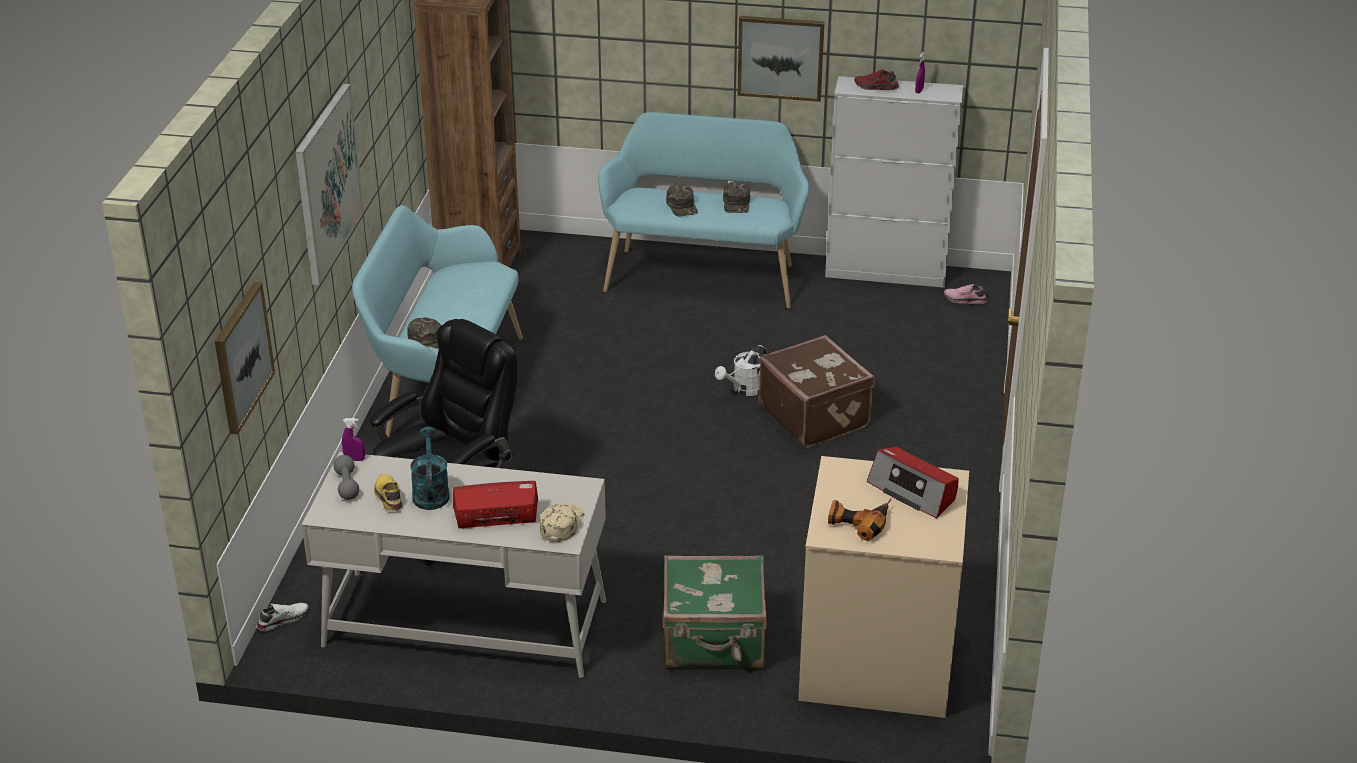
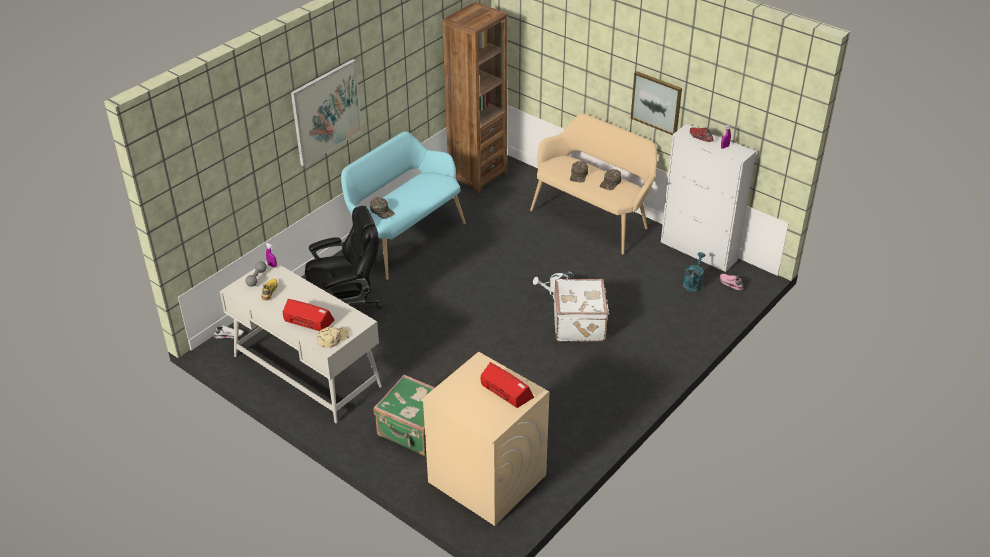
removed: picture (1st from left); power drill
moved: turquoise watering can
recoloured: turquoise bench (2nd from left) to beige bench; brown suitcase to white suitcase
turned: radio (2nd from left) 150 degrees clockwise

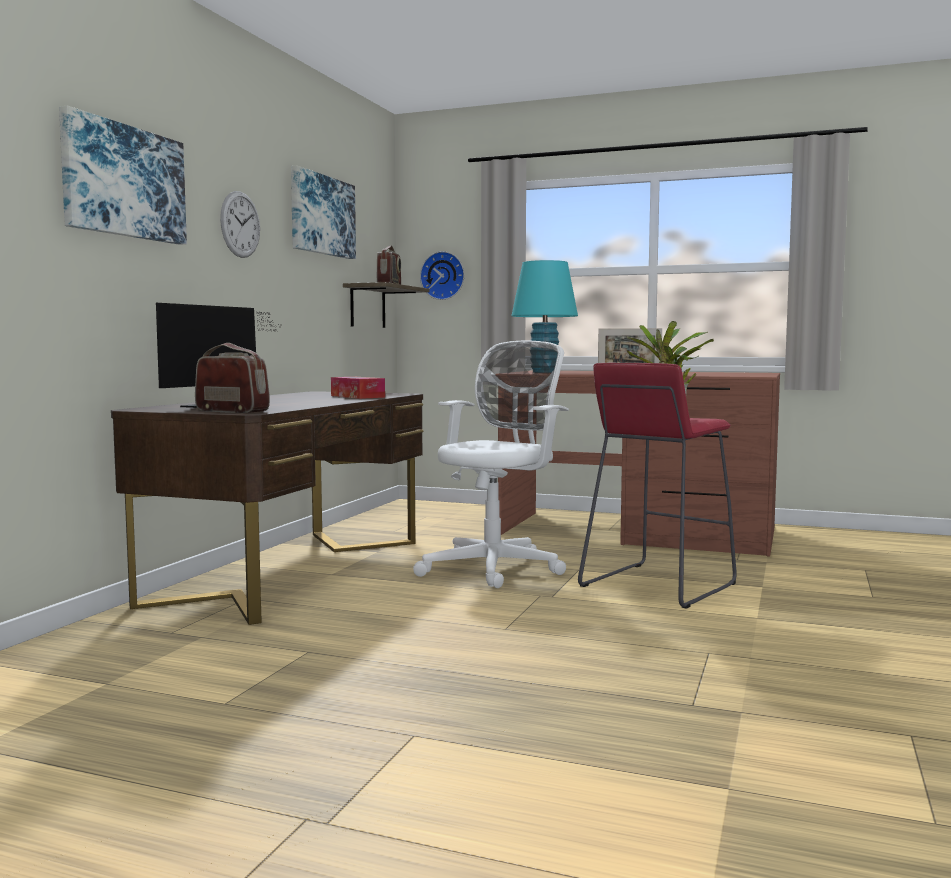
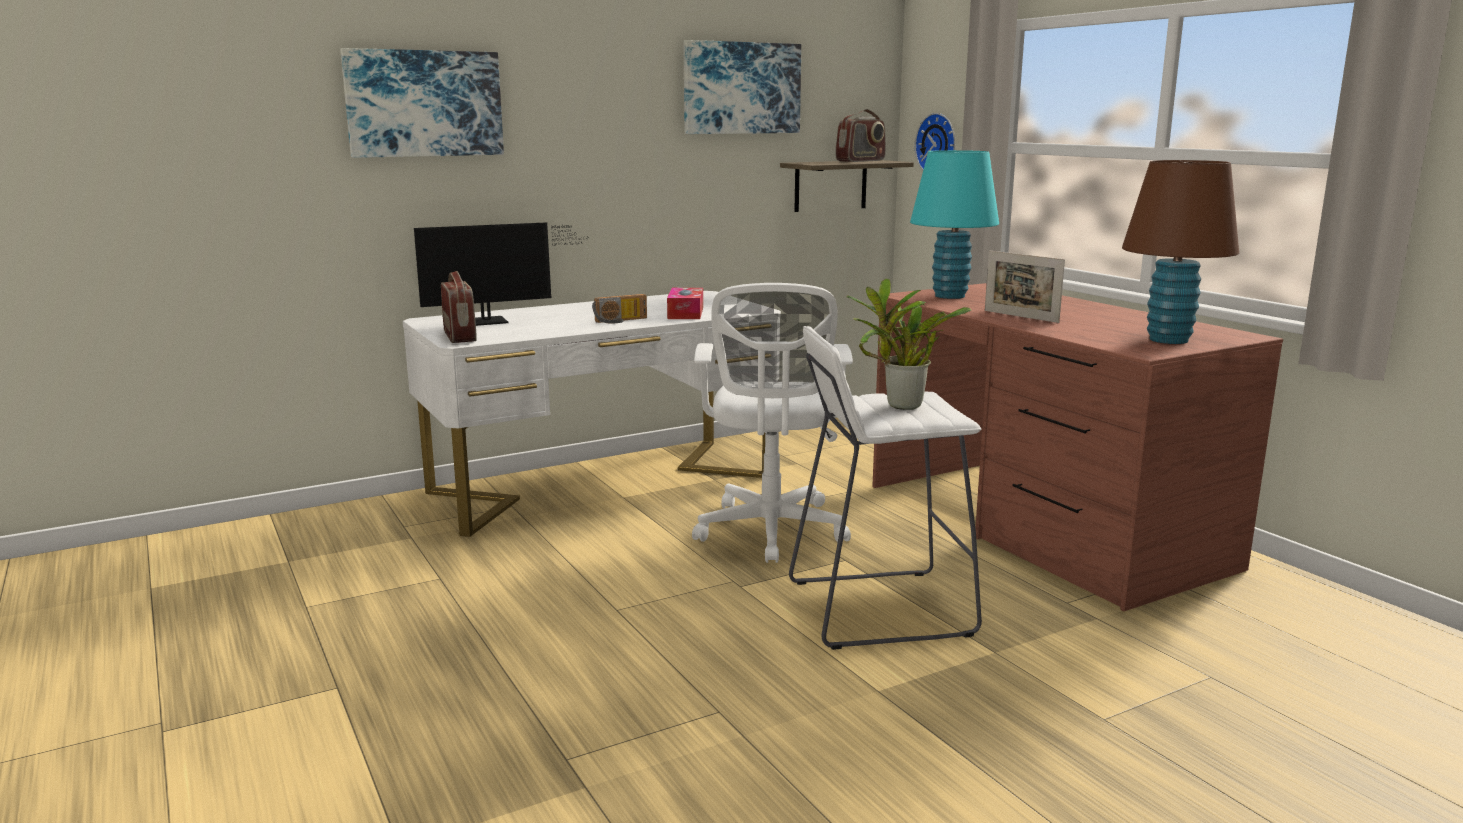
removed: wall clock (1st from left)
added: brown table lamp; radio (2nd from left)
recoloured: red stool to white stool; brown desk (1st from left) to white desk
turned: white office chair 105 degrees clockwise

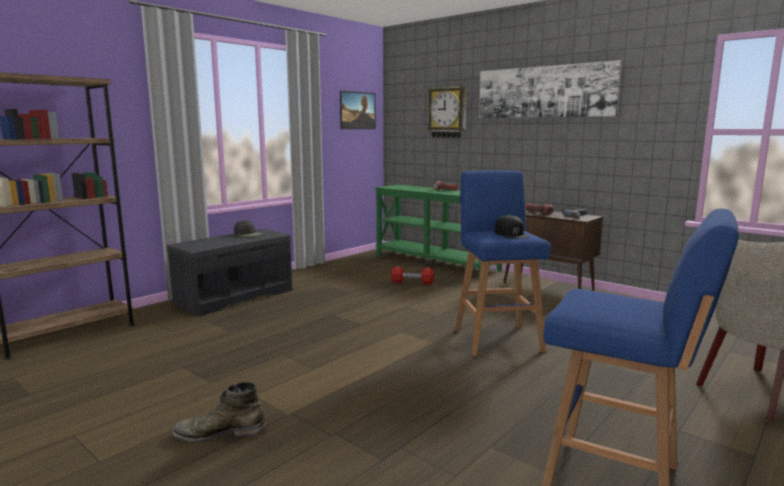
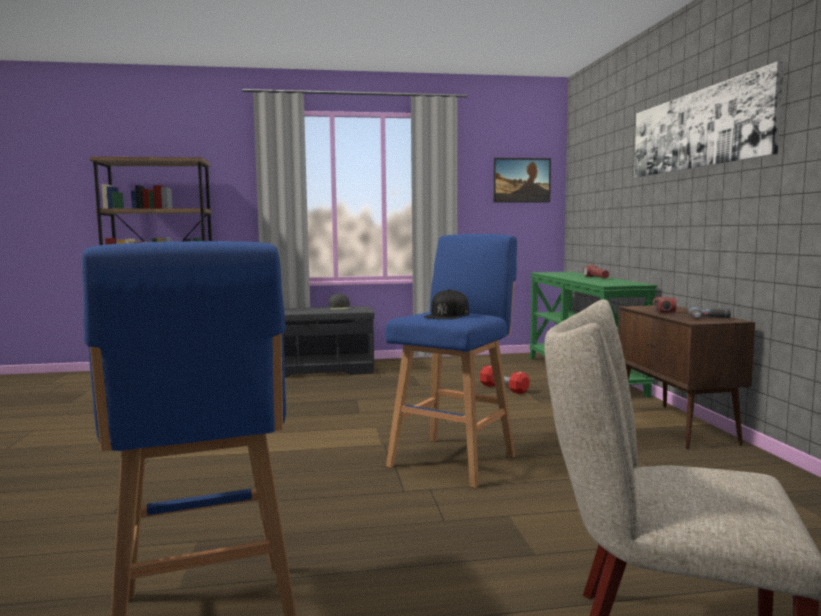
removed: wall clock; green boot

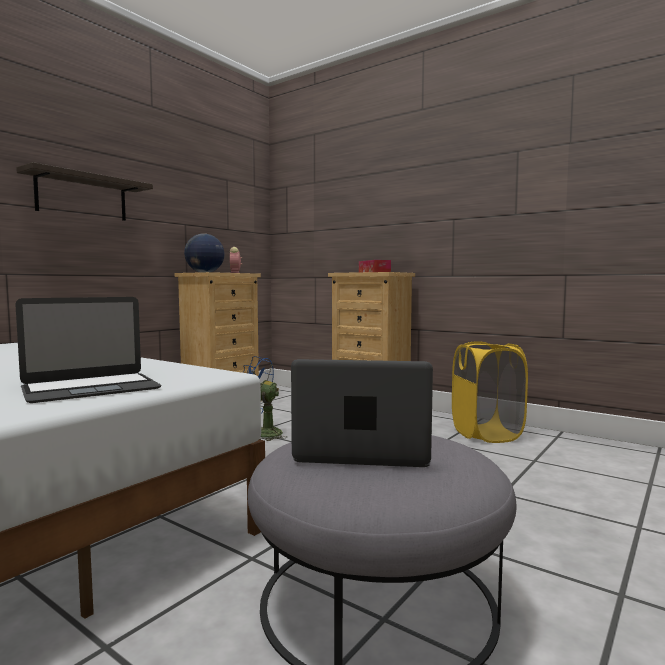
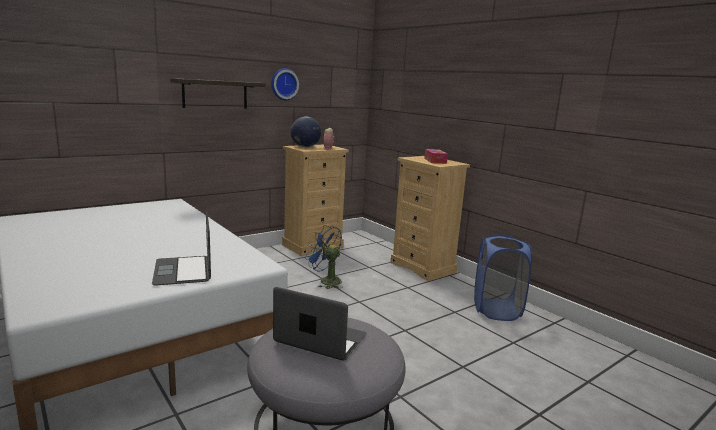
added: wall clock
recoloured: yellow laundry basket to blue laundry basket
turned: laptop (1st from left) 90 degrees clockwise

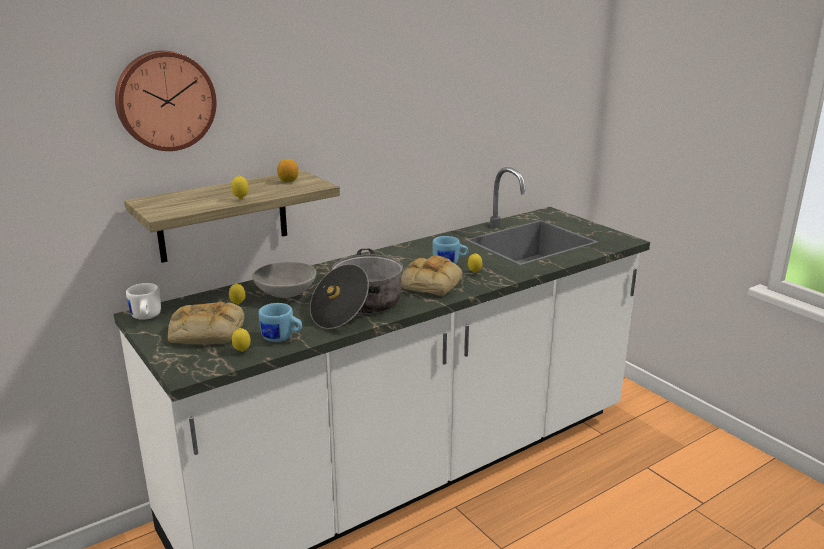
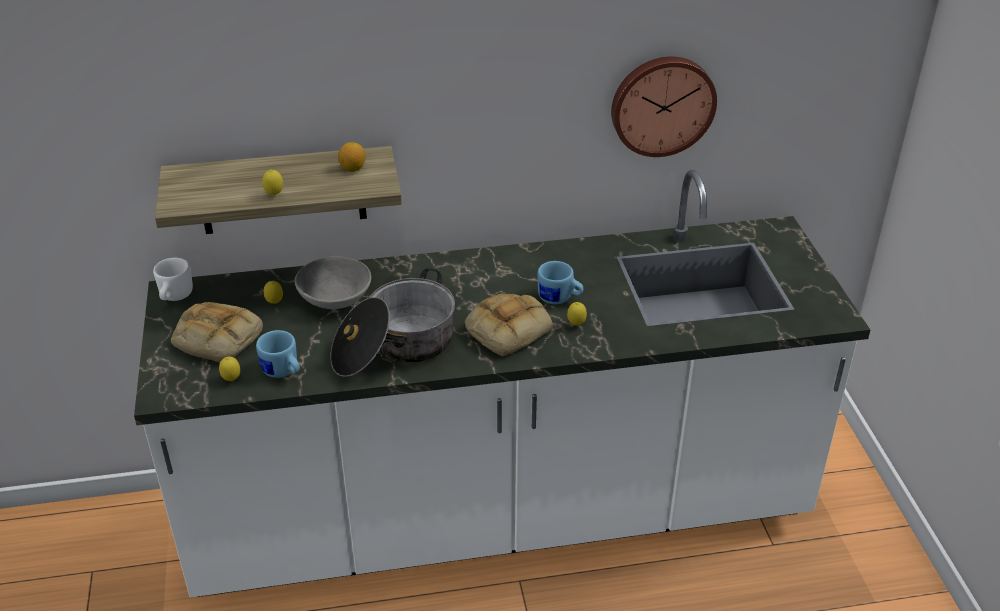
moved: wall clock

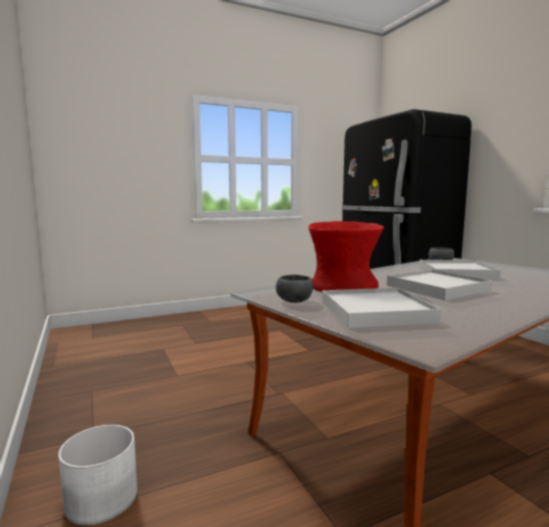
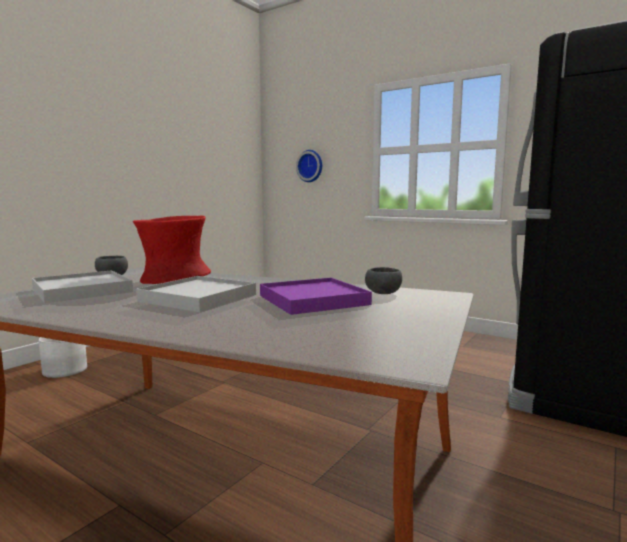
added: wall clock
recoloured: white tray (3rd from left) to purple tray

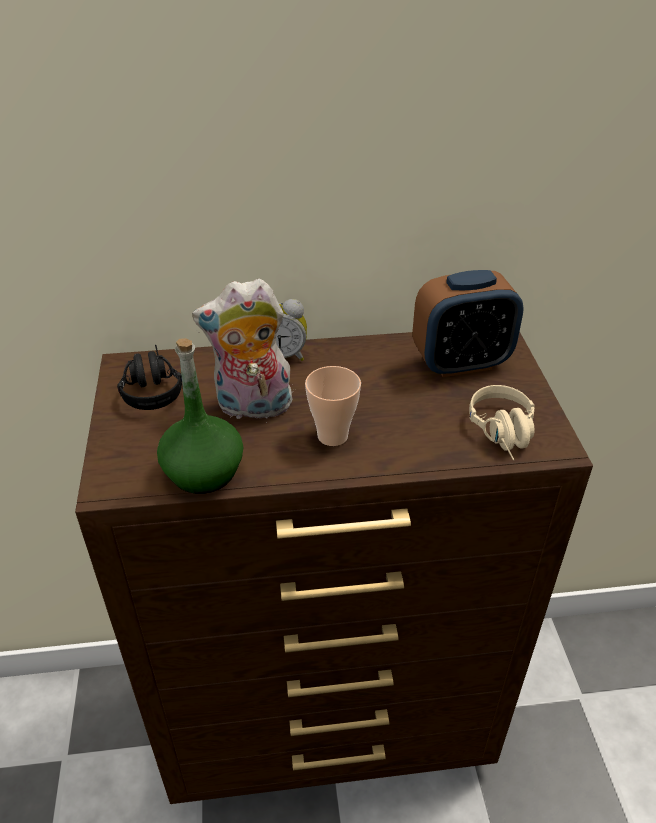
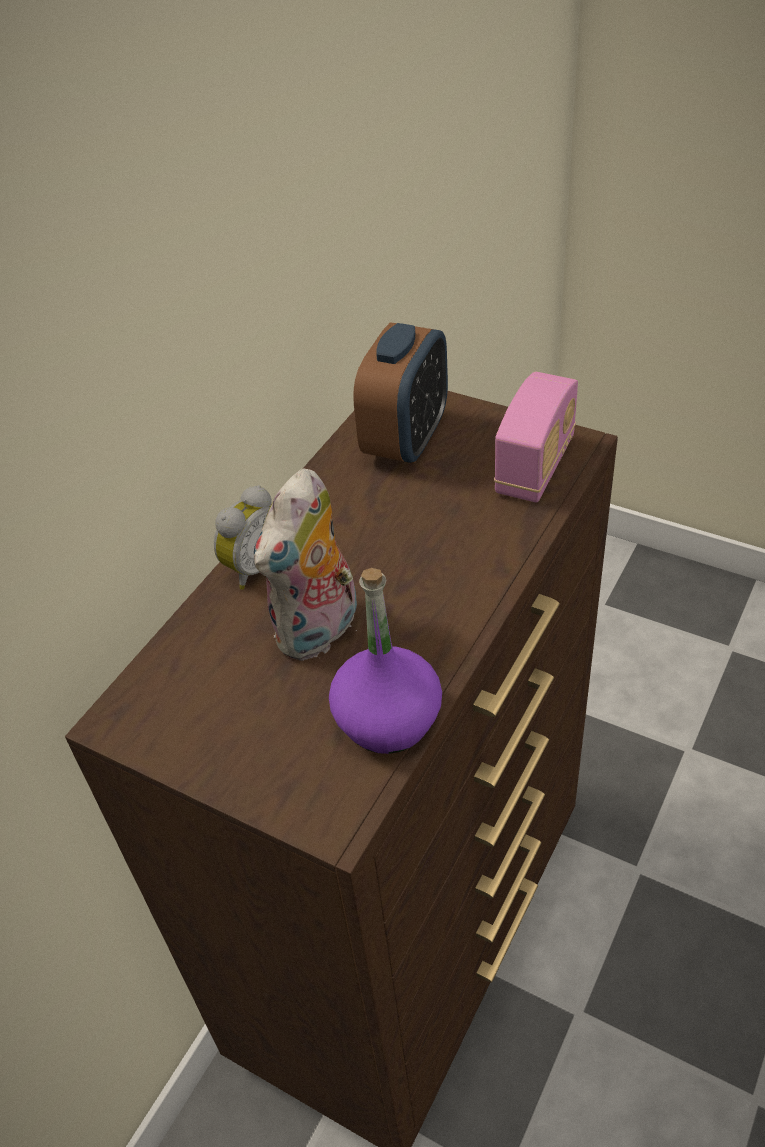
removed: black headphones; cup
replaced: beige headphones to radio
recoloured: green bottle to purple bottle

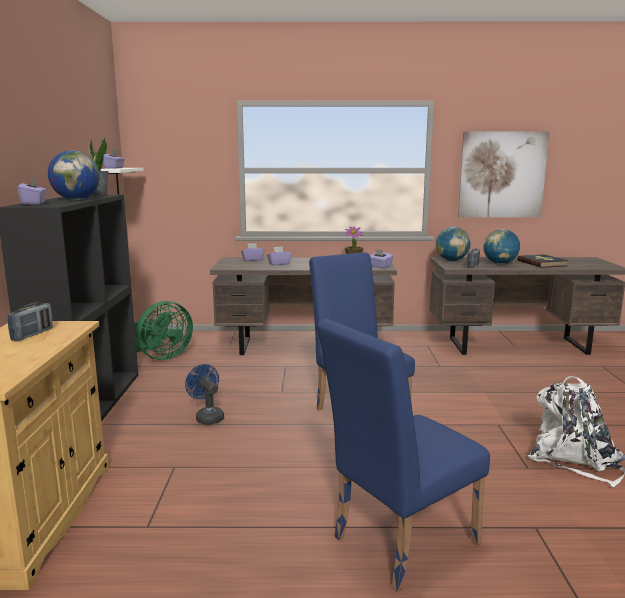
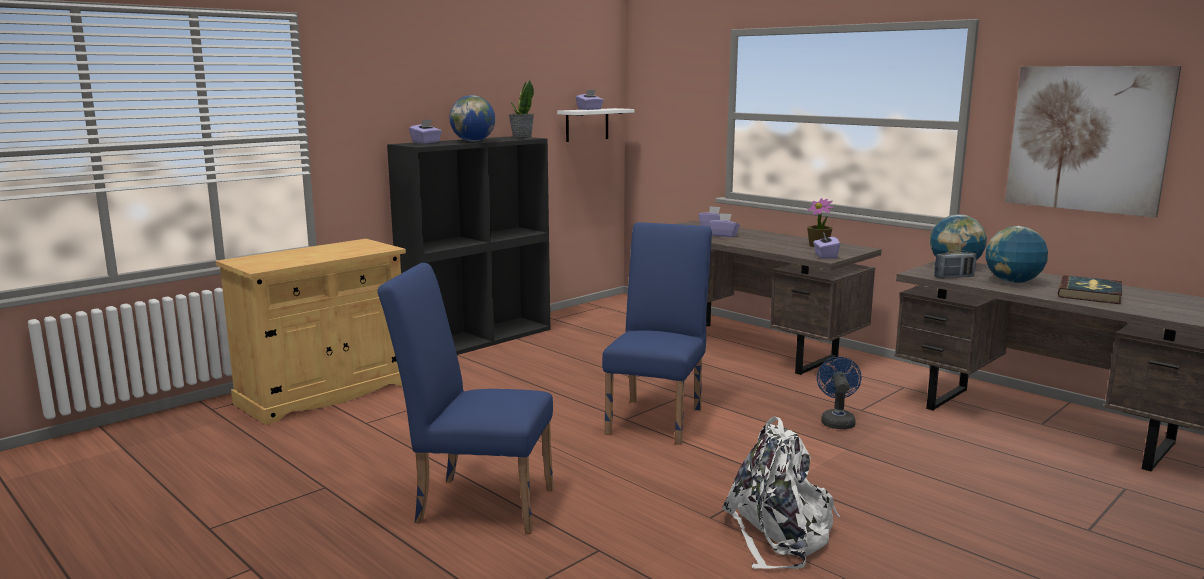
removed: green fan; radio (1st from left)
moved: blue fan

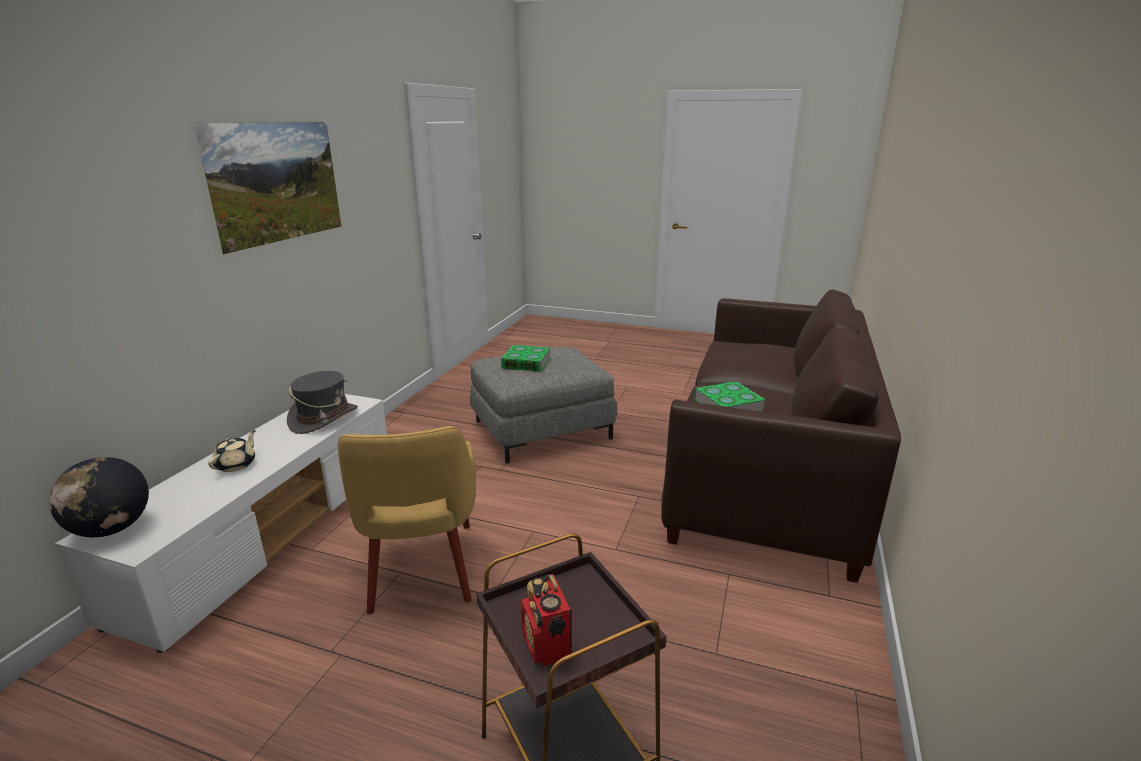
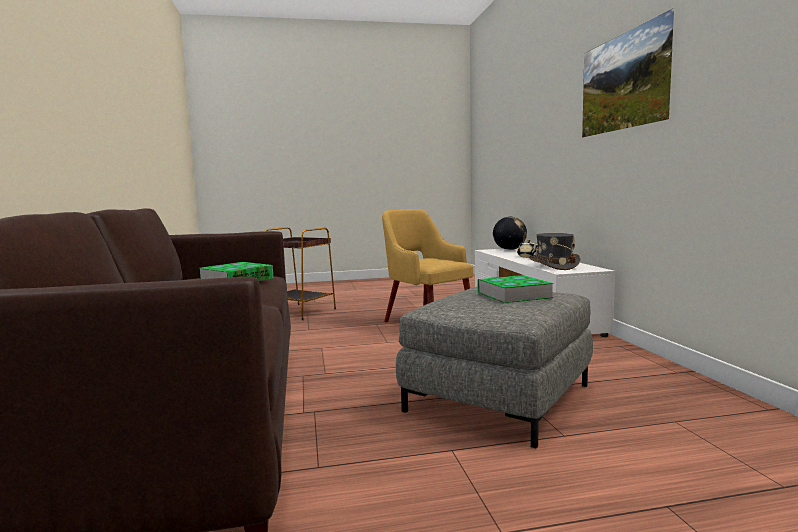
removed: radio

